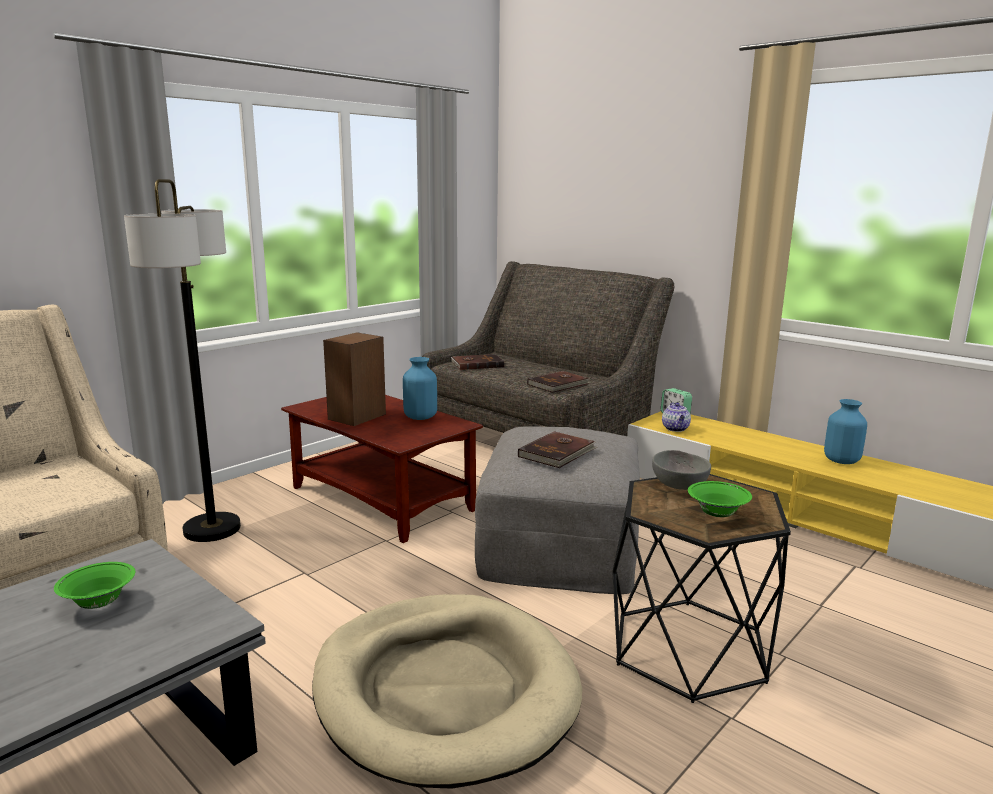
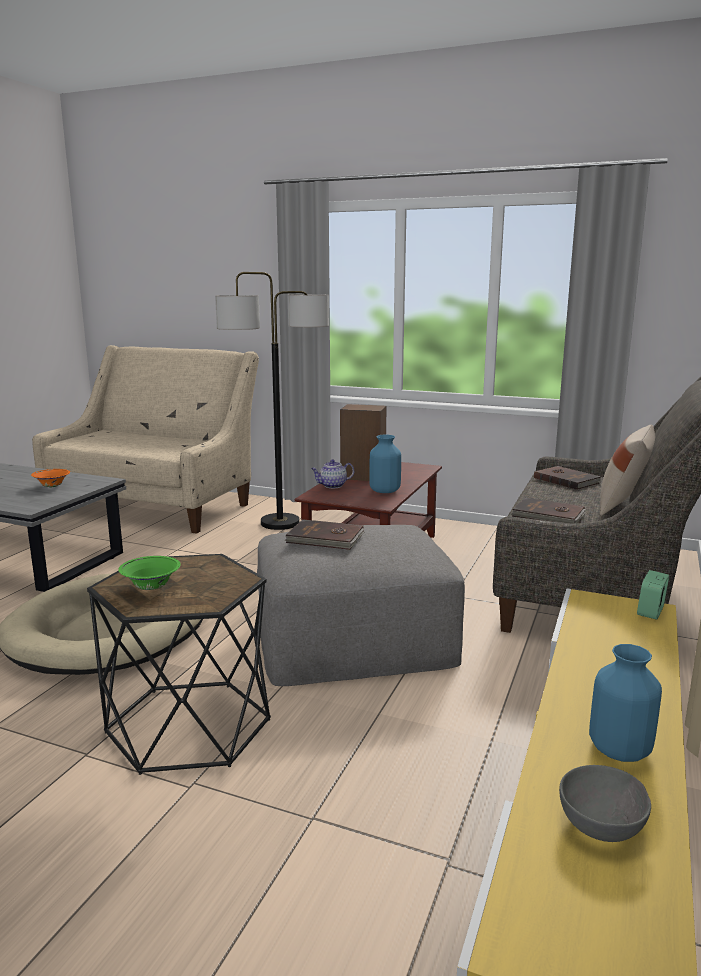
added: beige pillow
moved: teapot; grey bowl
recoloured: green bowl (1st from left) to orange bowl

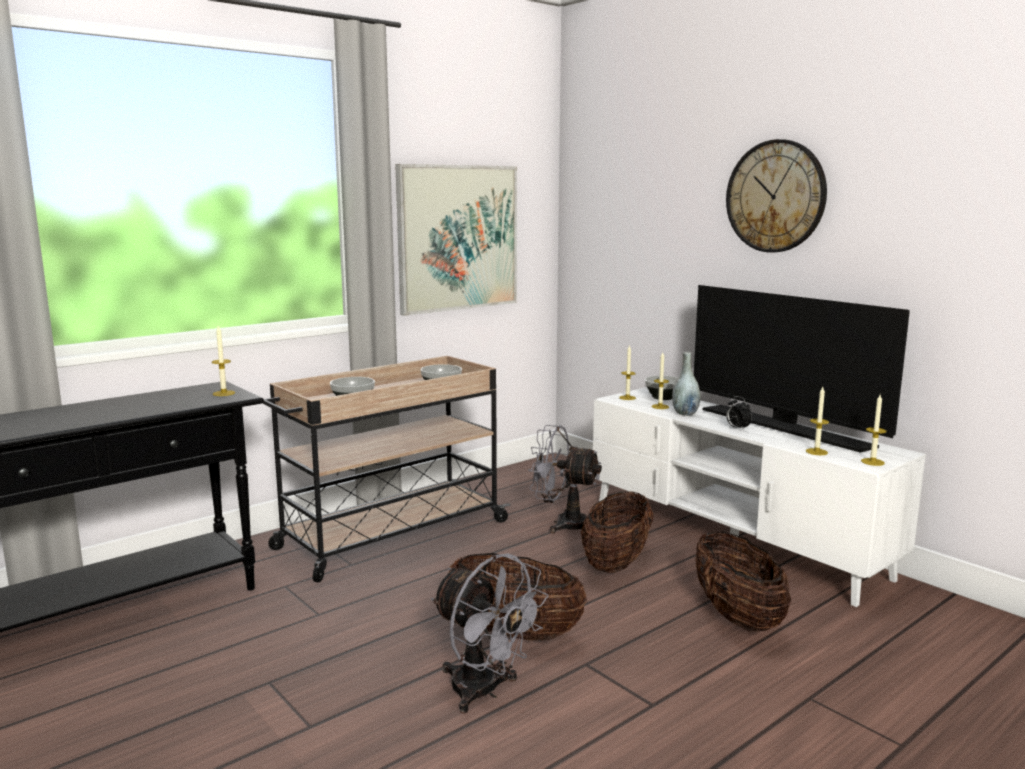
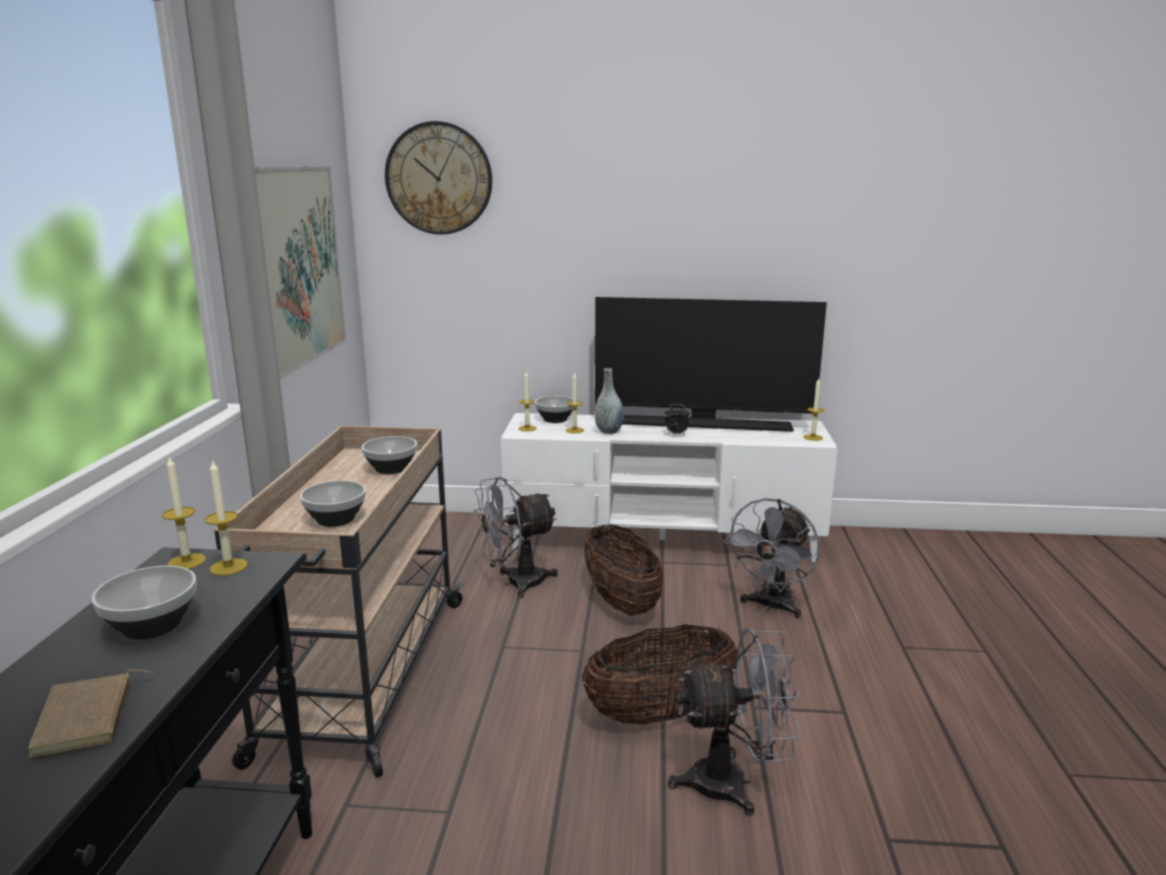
added: bowl (1st from left); brown book
moved: wall clock; candle (4th from left in the first image) to candle (1st from left)
replaced: basket (3rd from left) to grey fan (3rd from left)

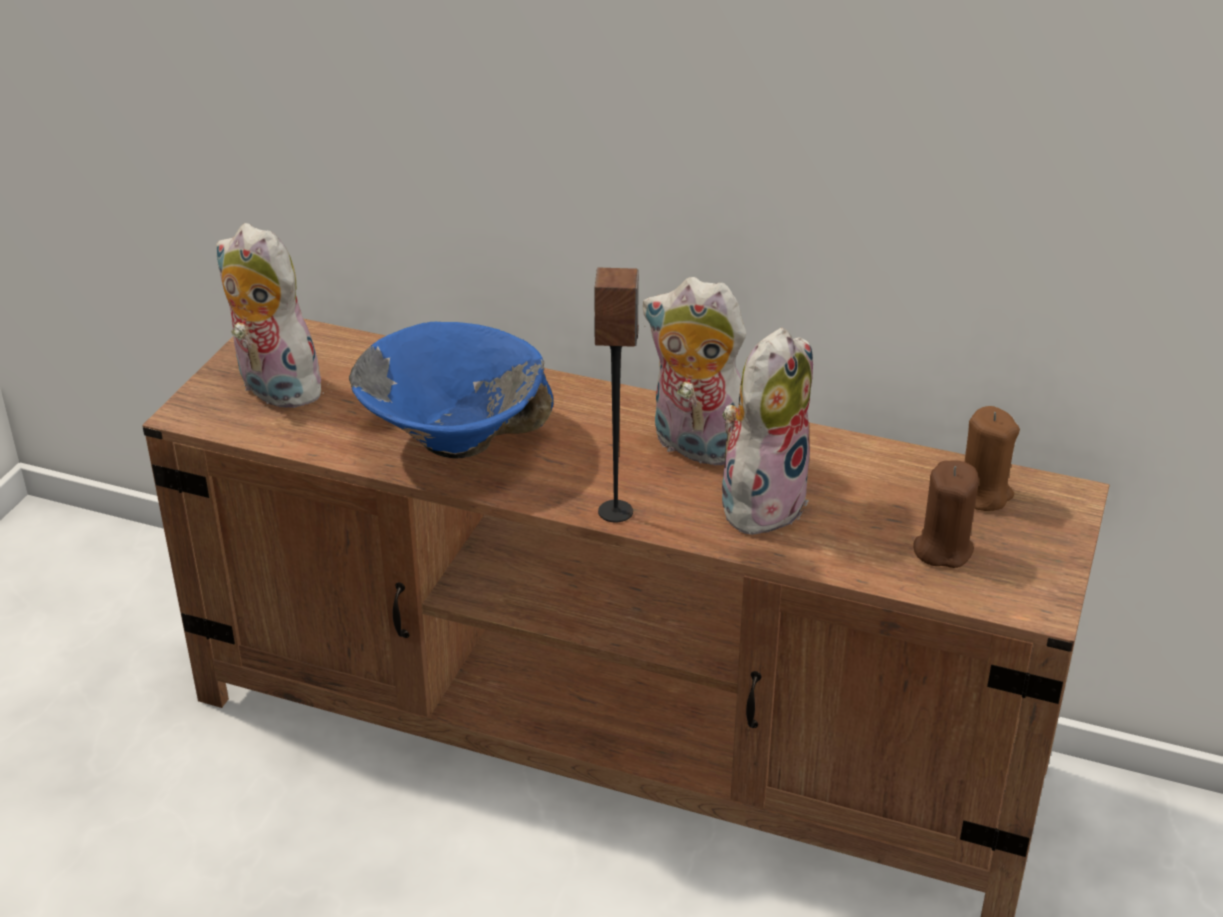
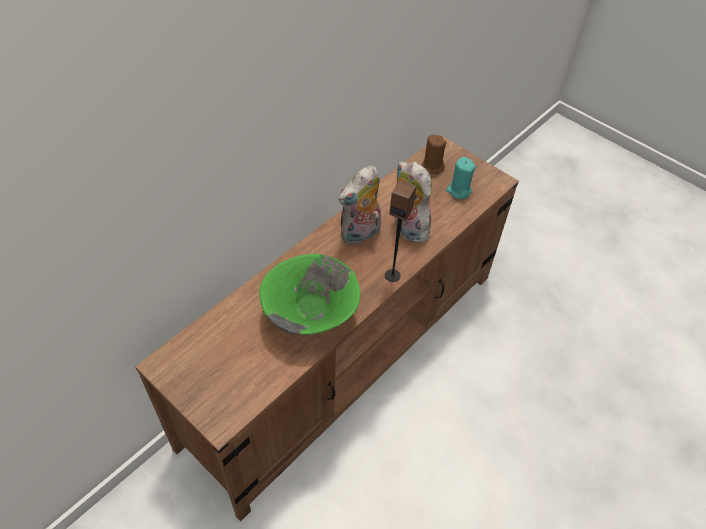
removed: plush toy (1st from left)
recoloured: blue bowl to green bowl; brown candle (1st from left) to turquoise candle

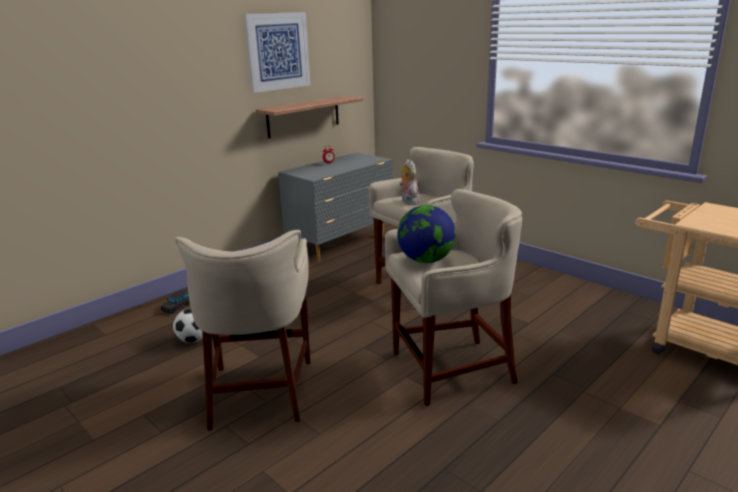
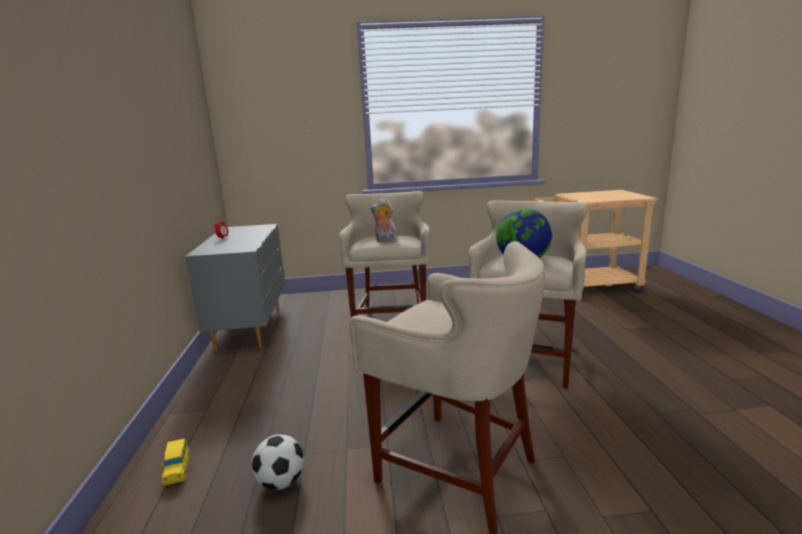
removed: picture; shelf
recoloured: black toy car to yellow toy car

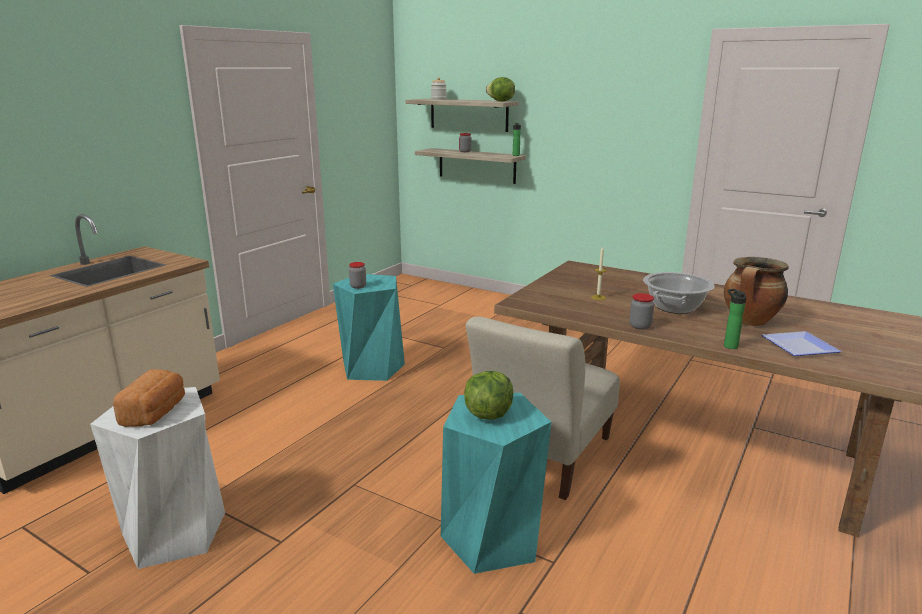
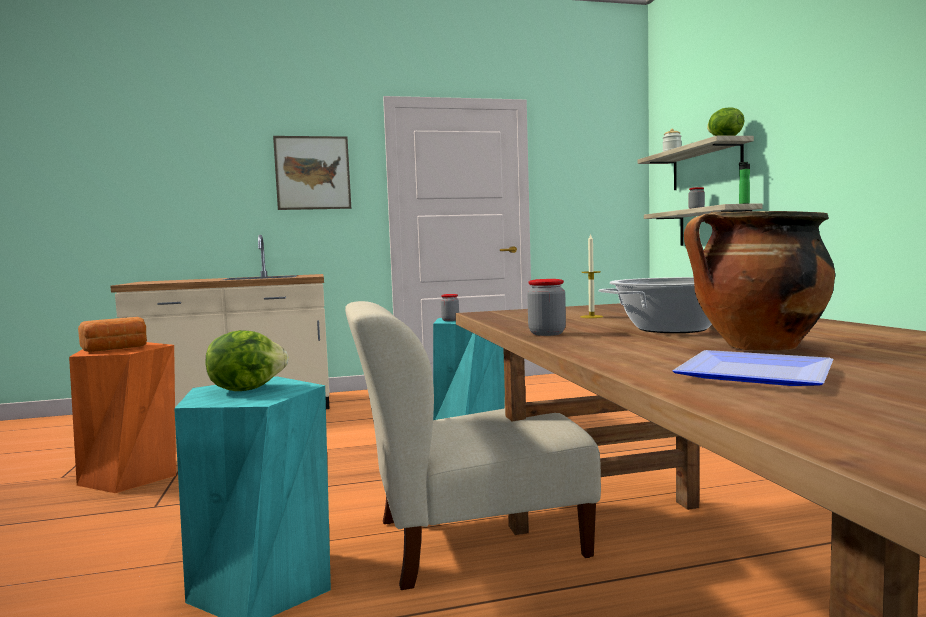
removed: bottle (2nd from left)
added: picture
recoloured: white stool to orange stool

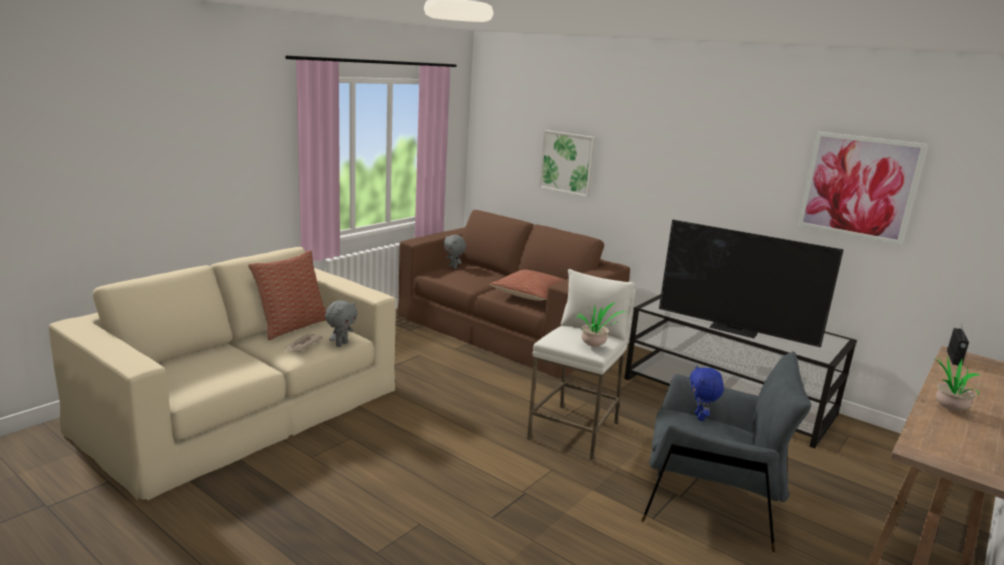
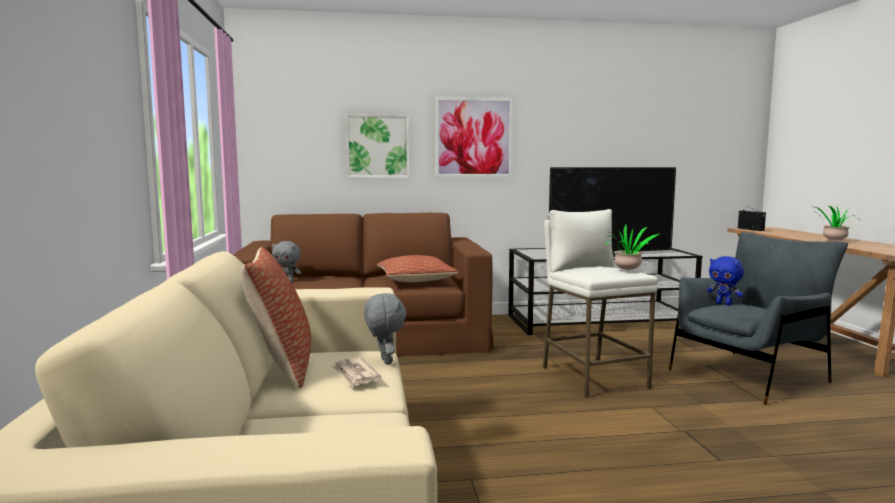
moved: picture (2nd from left)

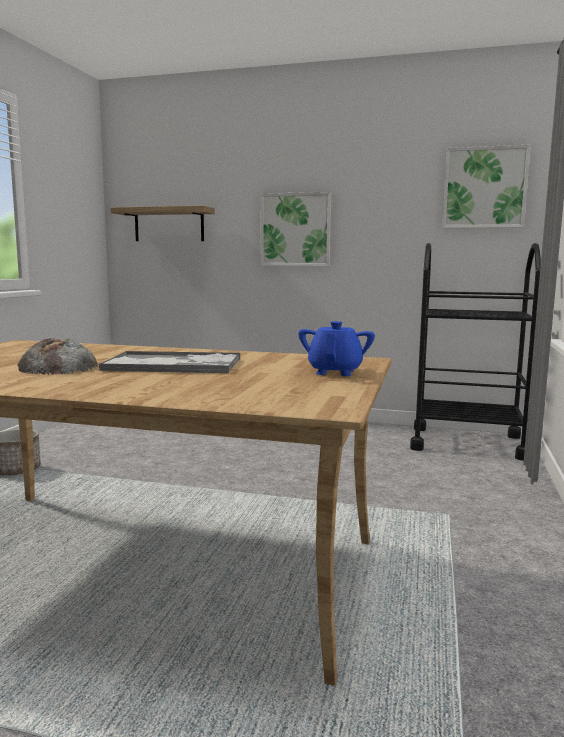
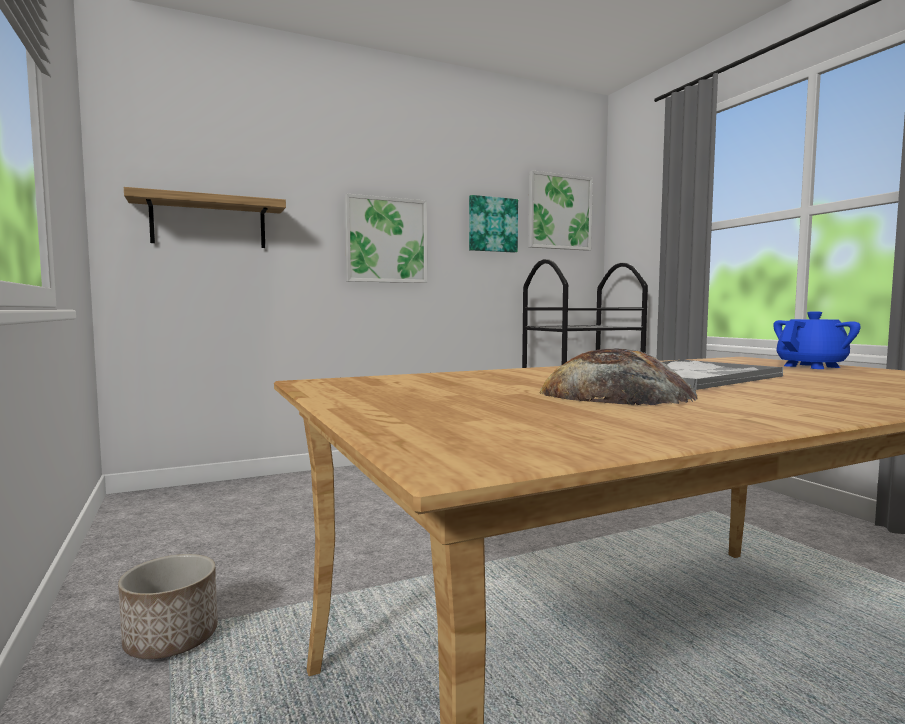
added: picture (2nd from left)
turned: blue teapot 90 degrees clockwise

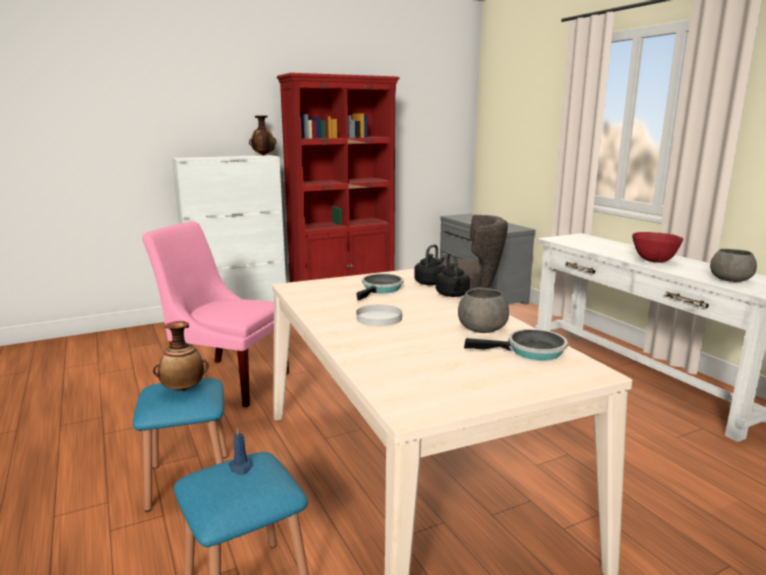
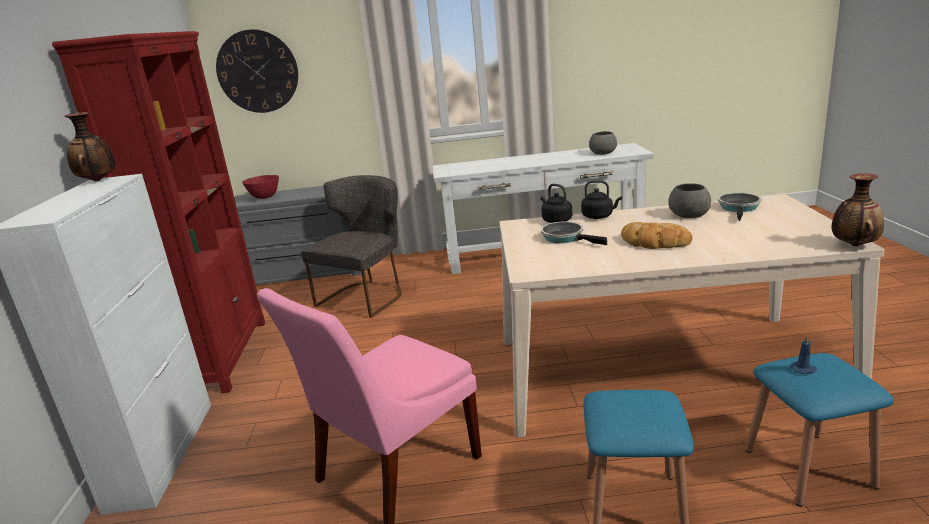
added: wall clock
moved: red bowl; vase (1st from left in the first image) to vase (2nd from left)
replaced: white plate to bread

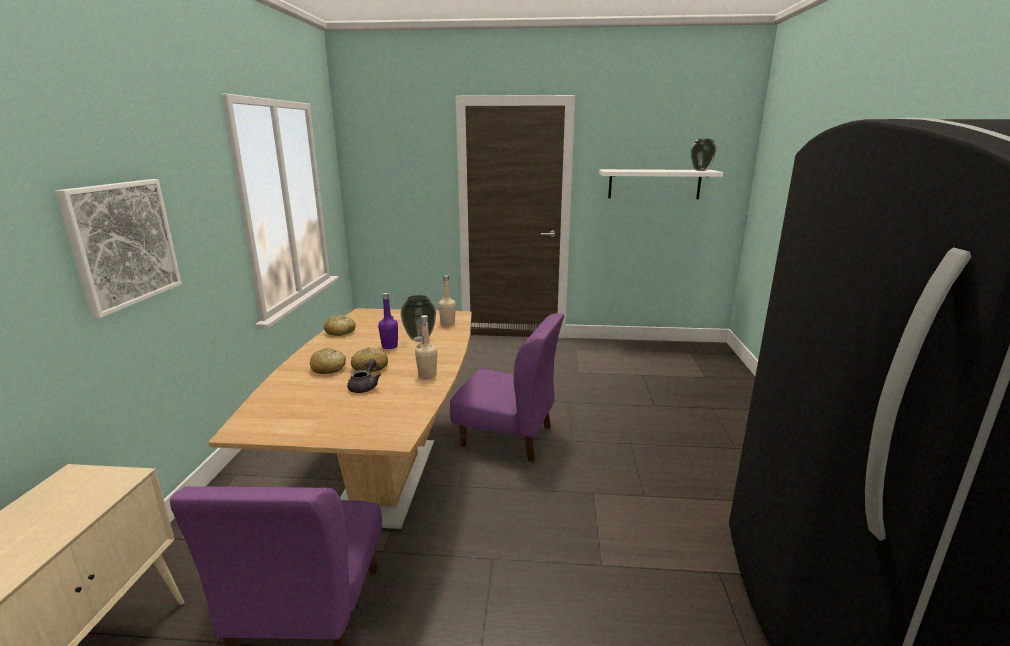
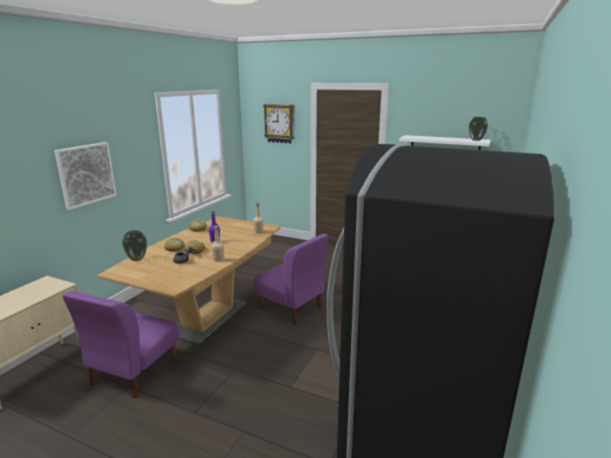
added: wall clock
moved: vase (1st from left)

